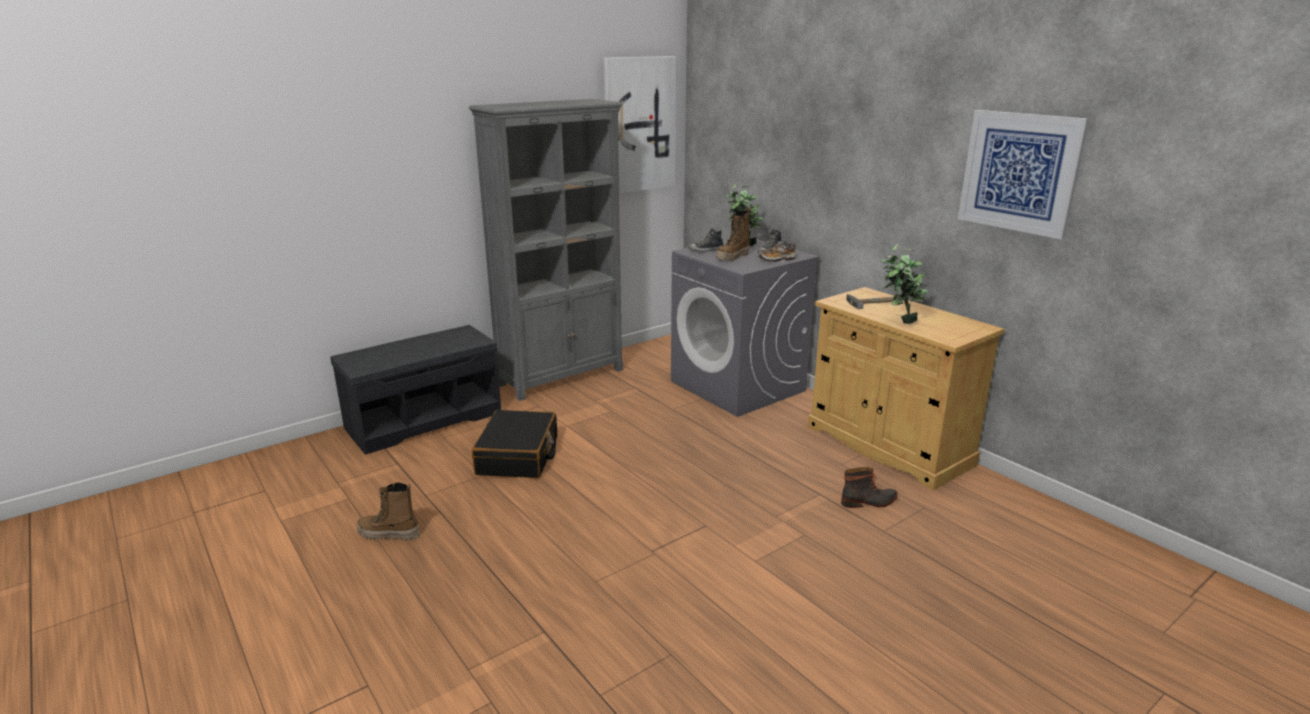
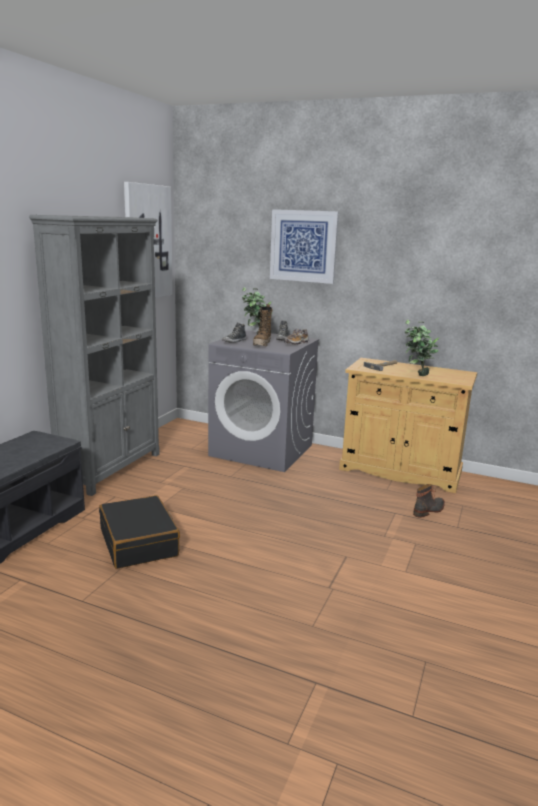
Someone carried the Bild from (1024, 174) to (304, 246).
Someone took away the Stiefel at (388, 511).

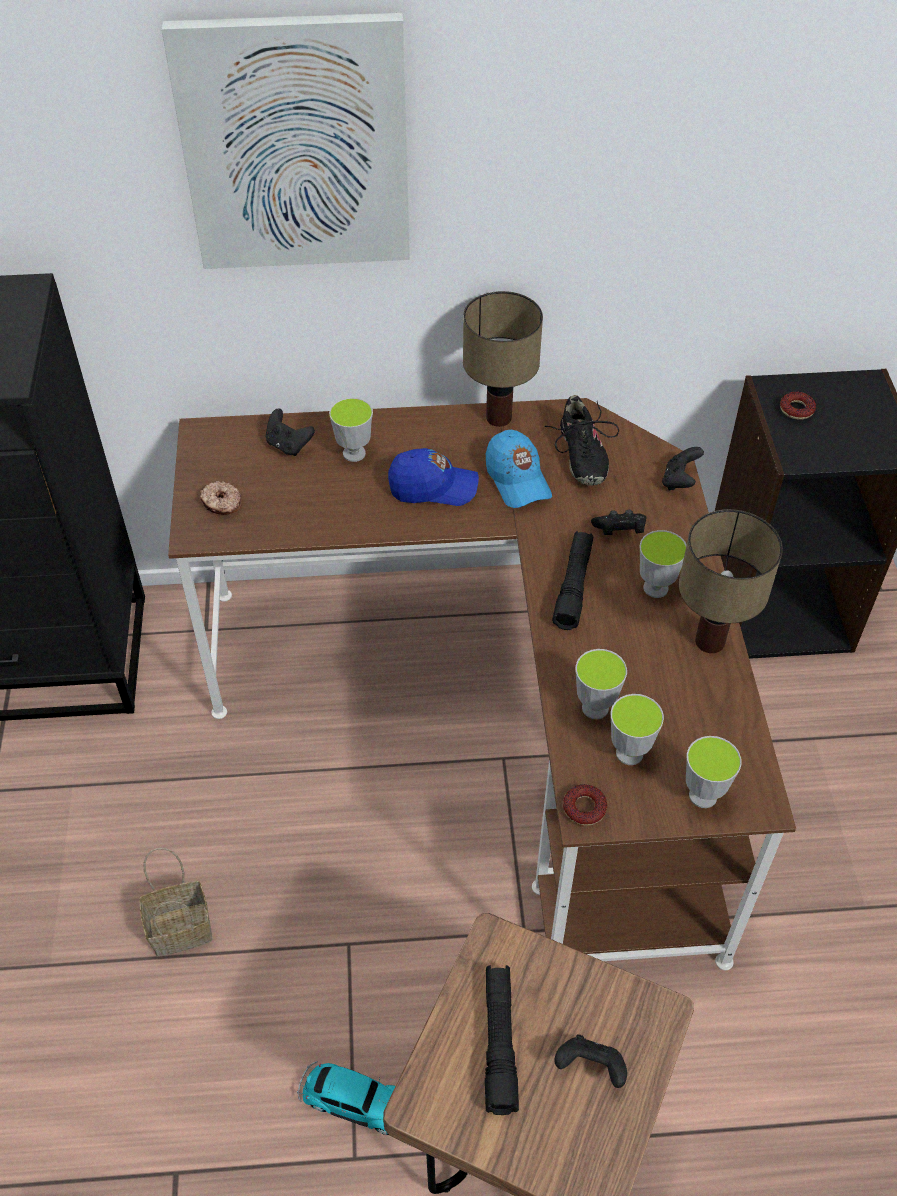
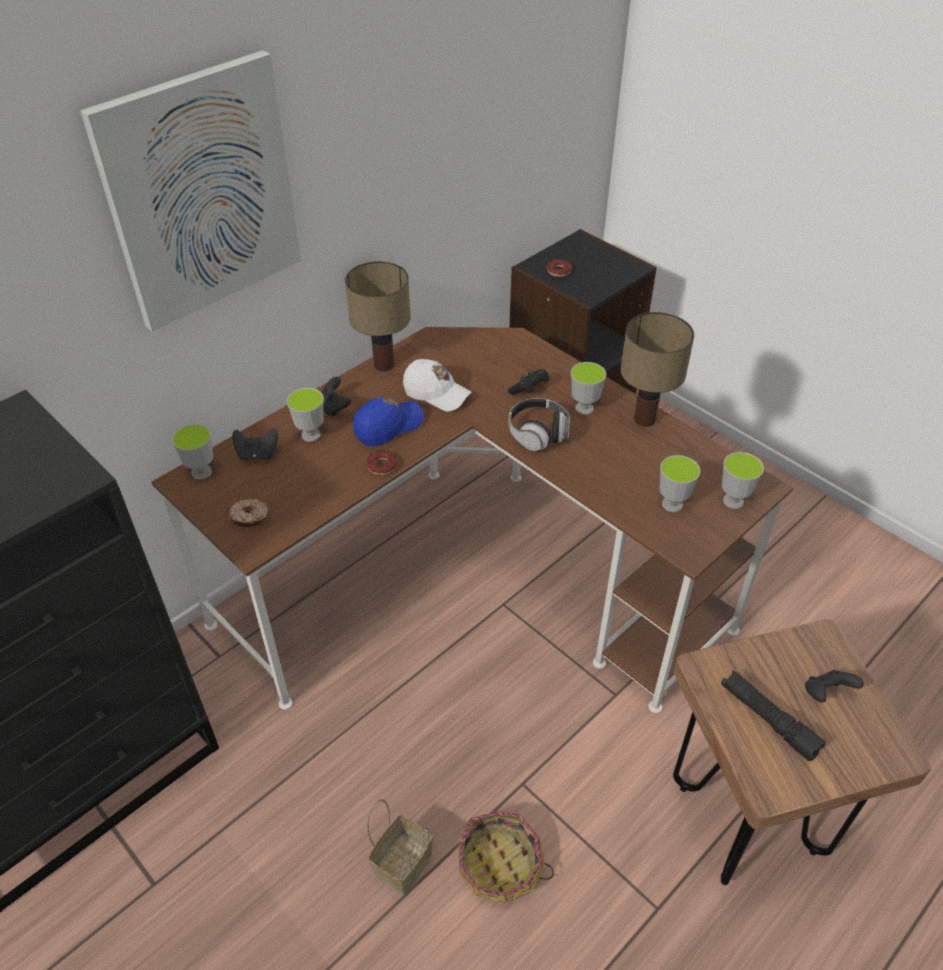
Someone took away the Schuh [schwarz] at (582, 440).
Someone repainted the Kappe [blau] at (519, 469), which became the Kappe [weiß] at (437, 385).
Someone carried the Gamepad [schwarz] from (683, 469) to (336, 397).
Someone swapped the Taschenlampe [schwarz] at (572, 580) for the Kopfhörer at (539, 424).
Someone carried the Tasse from (601, 684) to (192, 452).
Someone carried the Donut from (585, 804) to (381, 462).
Someone took away the Spielzeugauto at (346, 1098).
Someone put down the Korb at (506, 857).

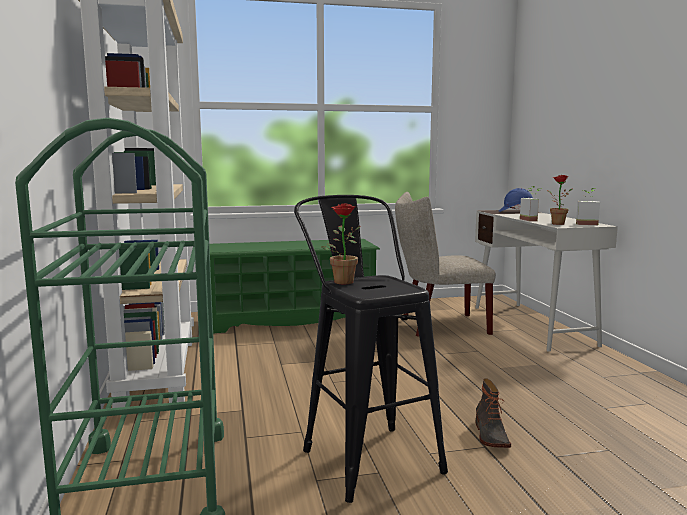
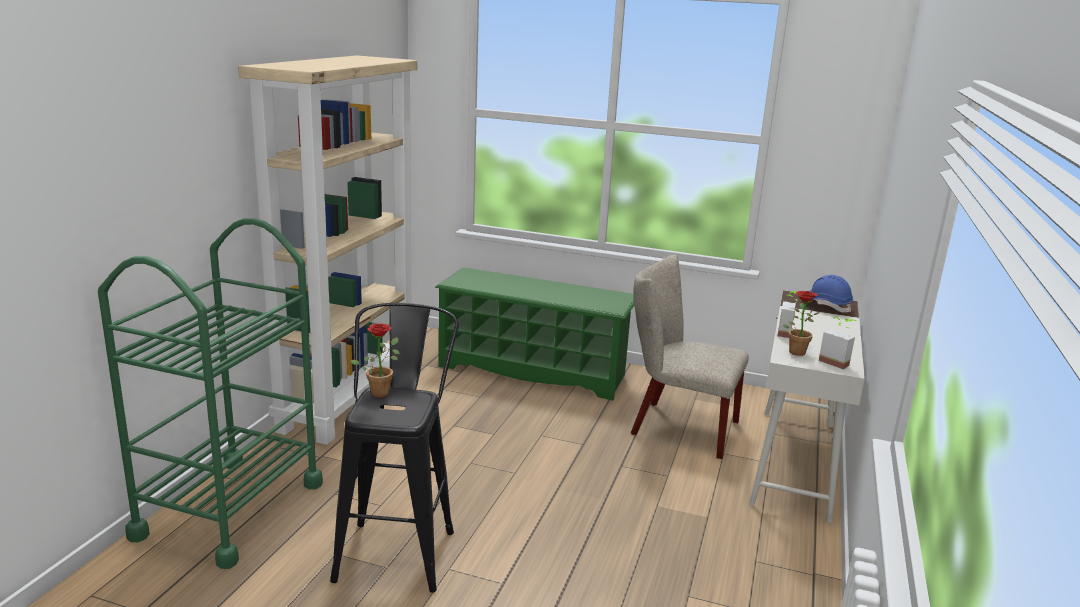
Someone took away the Stiefel at (493, 413).

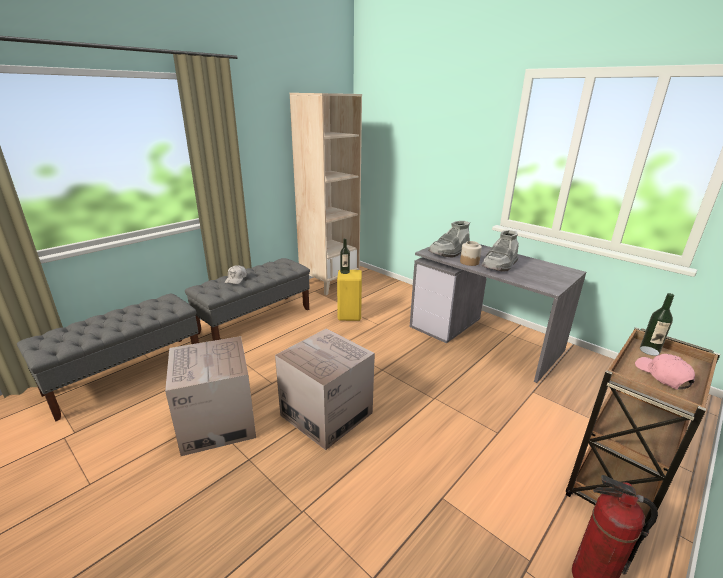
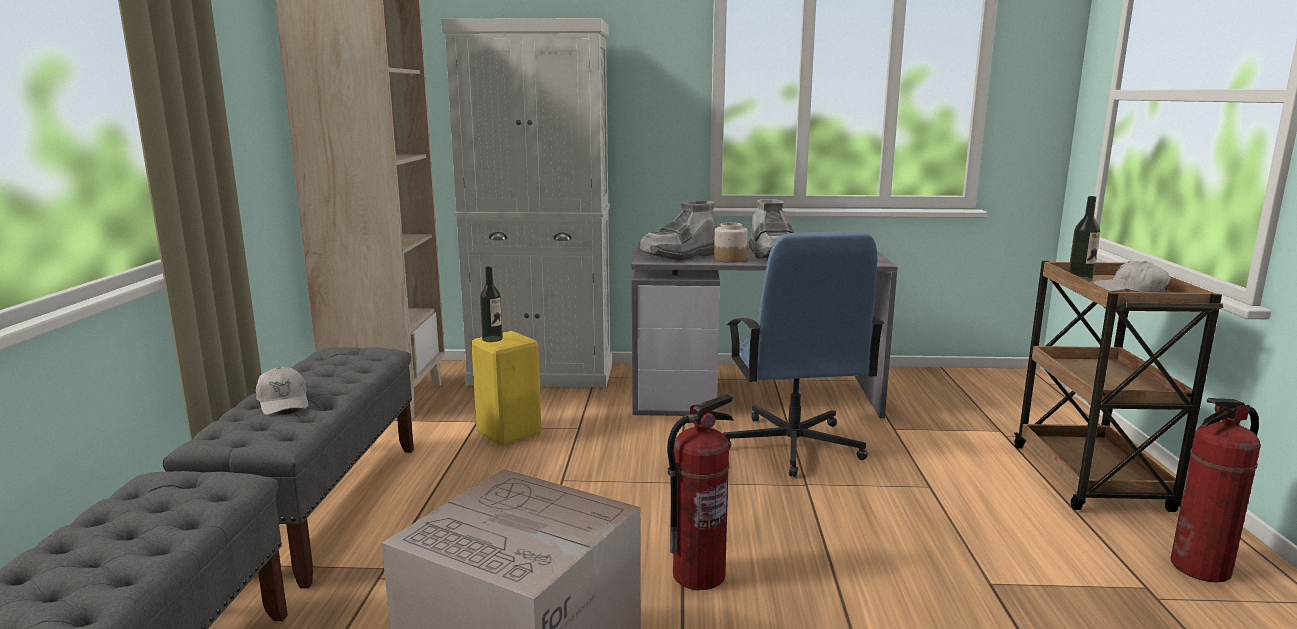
Someone rotated the Stiefel [grau] at (449, 239) by 45 degrees clockwise.
Someone swapped the Karton at (325, 389) for the Feuerlöscher at (700, 492).
Someone repainted the Kappe [rosa] at (665, 372), which became the Kappe [weiß] at (1132, 276).
Someone put down the Schrank [weiß] at (526, 203).
Someone put down the Bürostuhl [blau] at (803, 354).

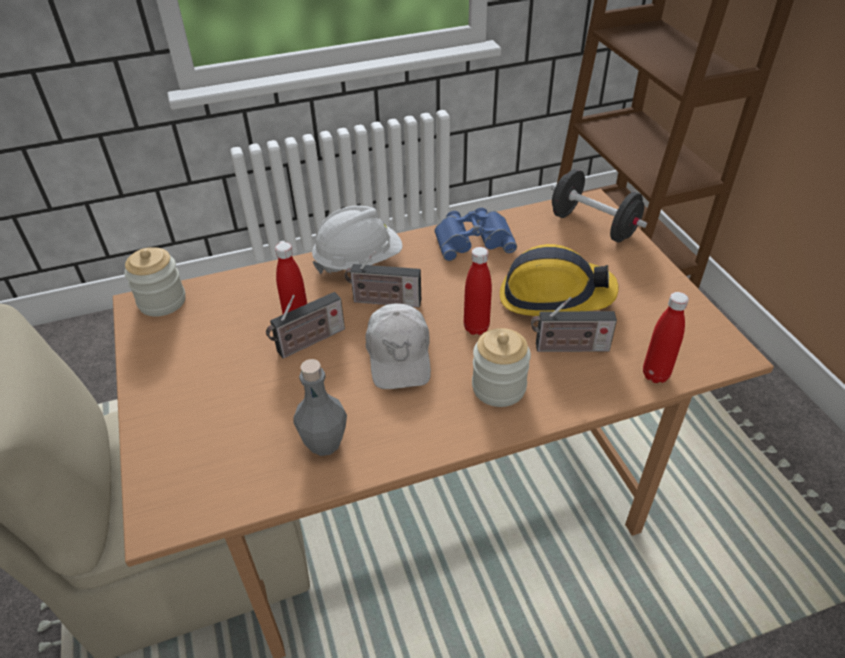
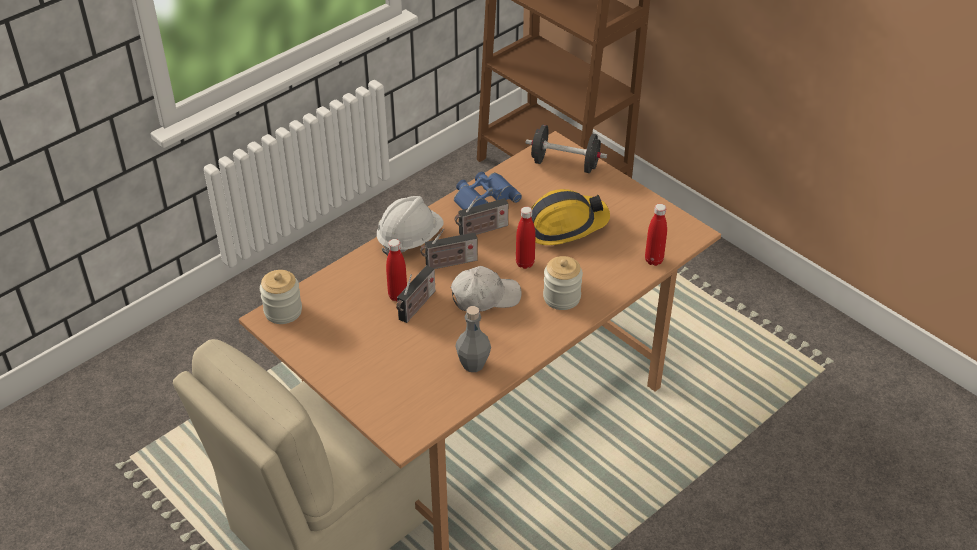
Someone carried the Radio from (574, 324) to (481, 215).
Someone rotated the Kappe [weiß] at (398, 346) by 75 degrees counterclockwise.

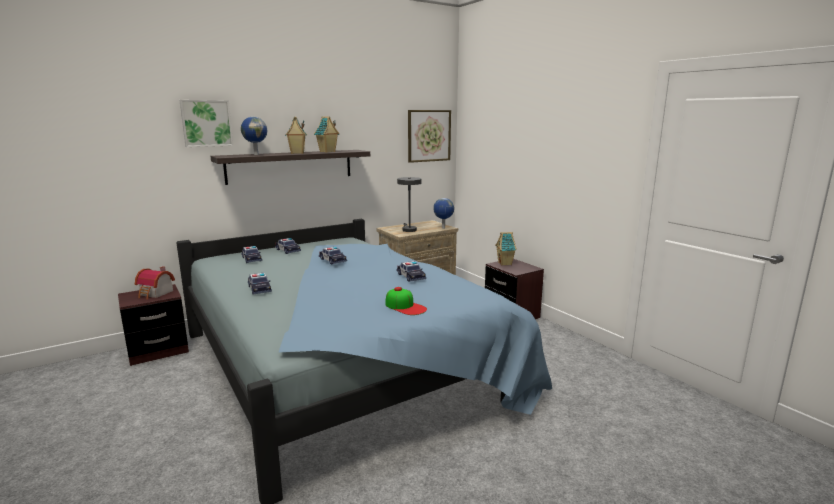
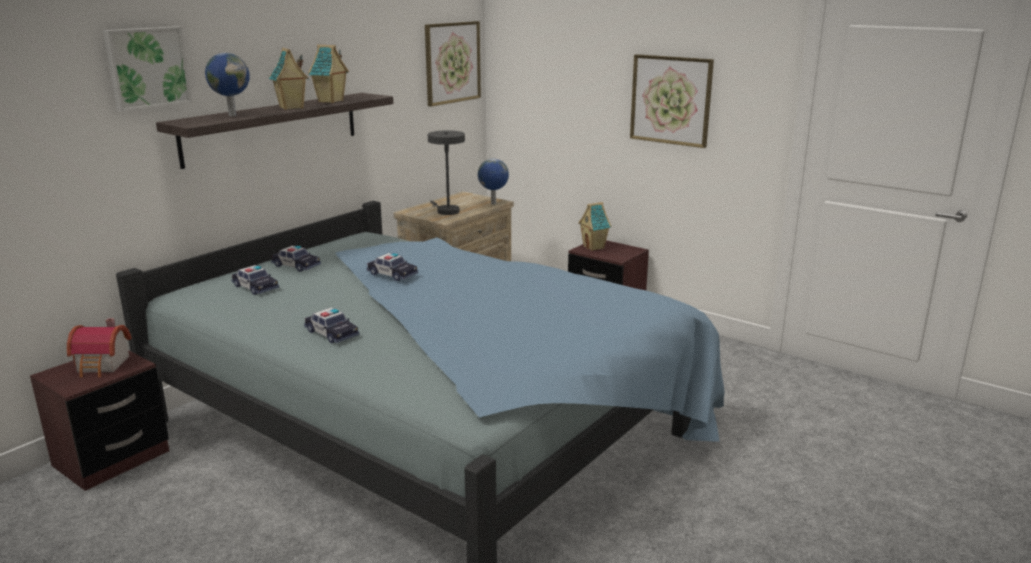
Someone took away the Spielzeugauto at (411, 271).
Someone took away the Kappe at (406, 301).
Someone put up the Bild at (672, 101).

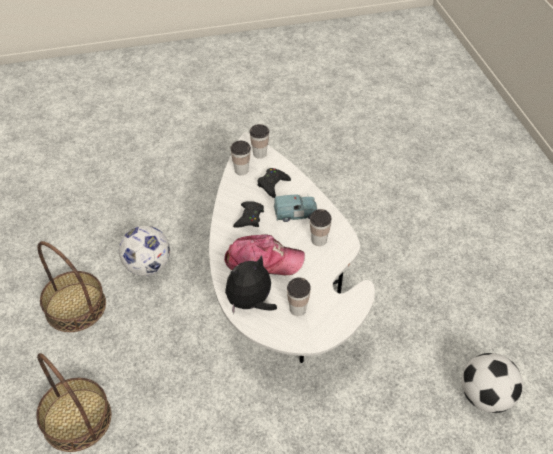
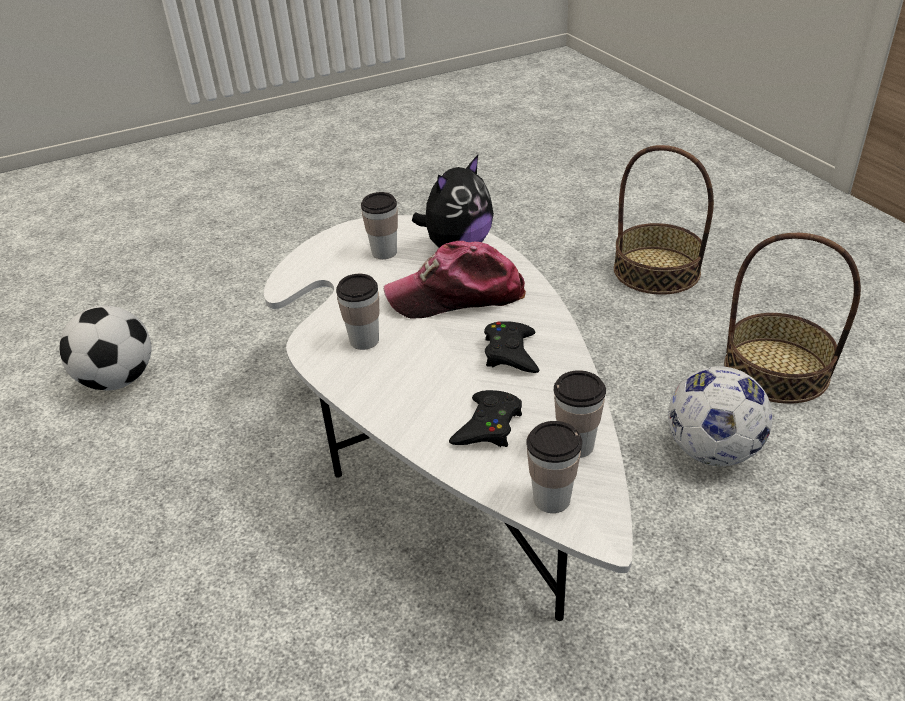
Someone took away the Spielzeugauto [blau] at (295, 208).

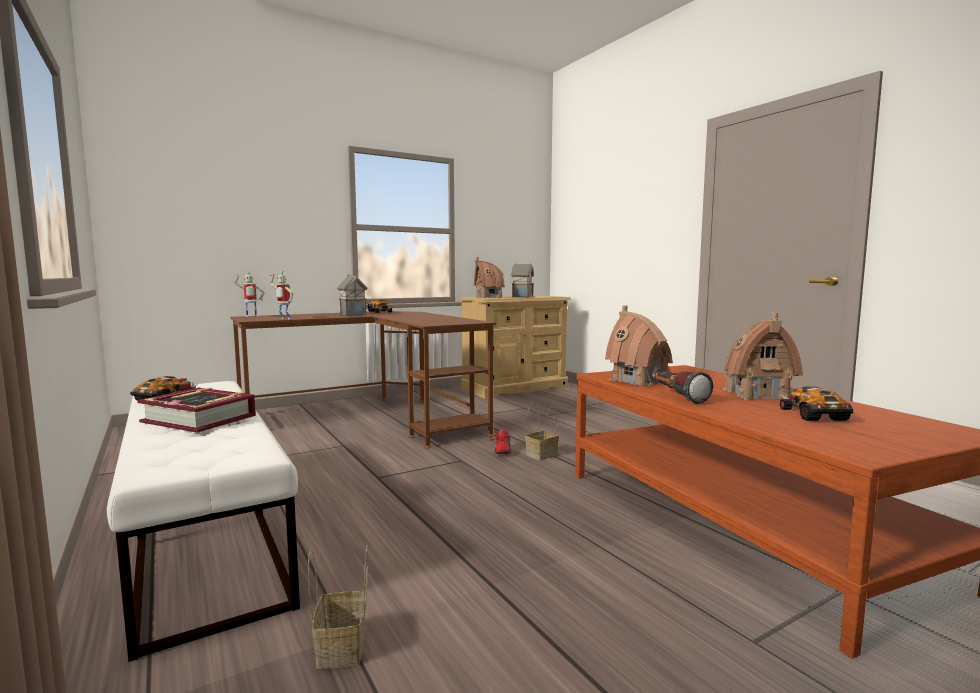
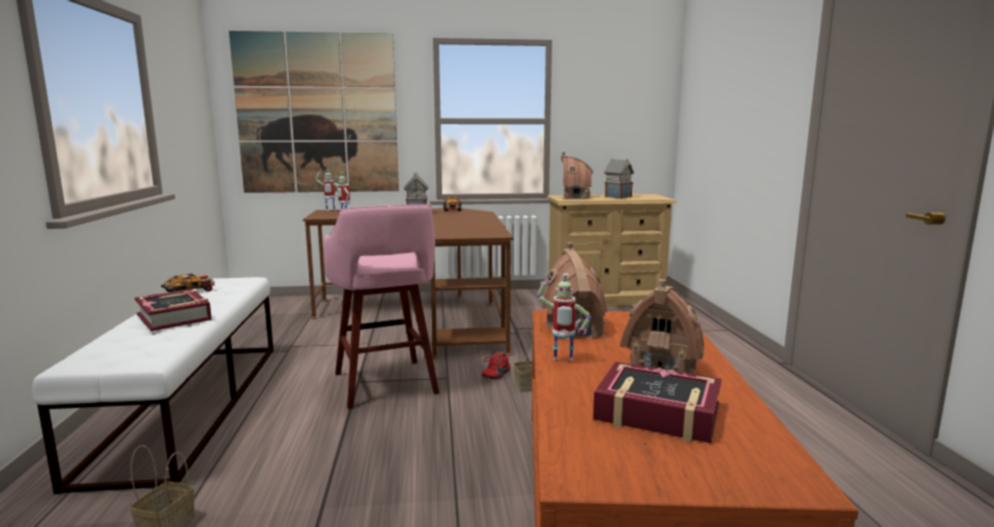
Someone swapped the Taschenlampe at (684, 387) for the Spielzeugroboter at (564, 317).
Someone swapped the Spielzeugauto at (816, 404) for the Buch at (657, 402).
Someone put up the Bild at (314, 112).
Someone put down the Hocker [rosa] at (381, 306).

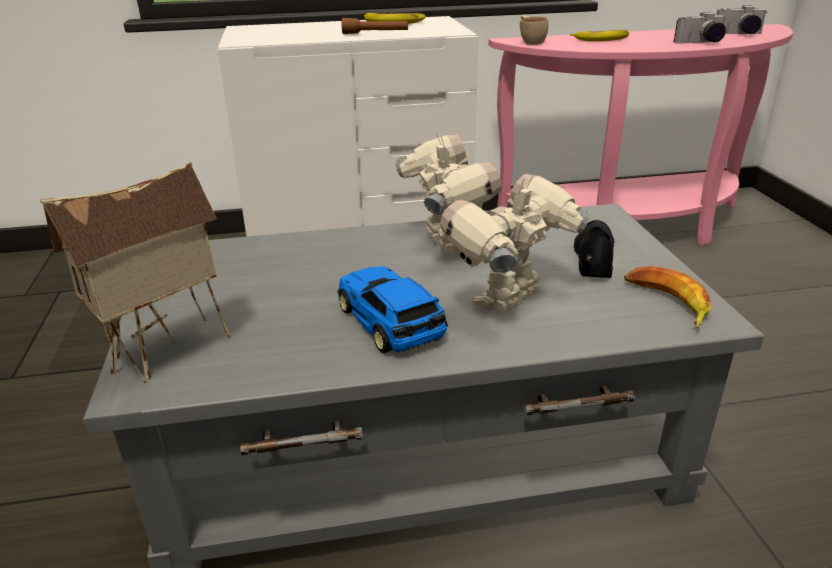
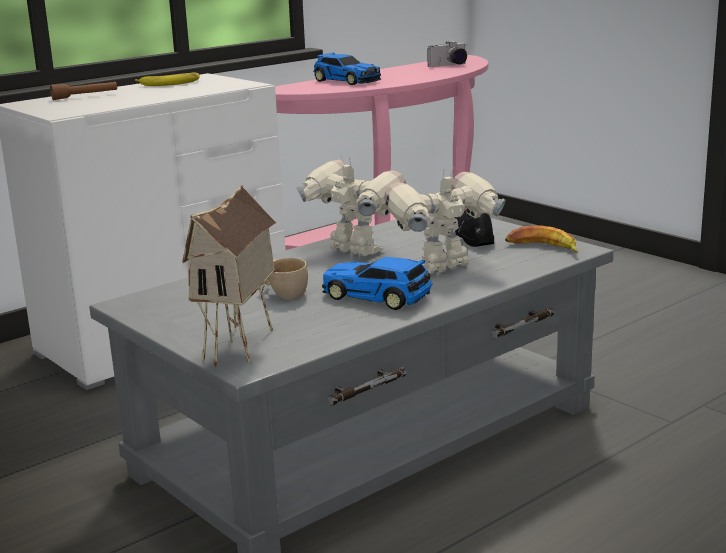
Someone took away the Kamera at (700, 28).
Someone carried the Tasse [beige] from (534, 30) to (287, 279).
Someone carried the Taschenlampe [braun] from (374, 26) to (83, 91).
Someone swapped the Banane at (599, 35) for the Spielzeugauto at (347, 68).
Someone rotated the Spielzeugroboter at (515, 244) by 45 degrees clockwise.

